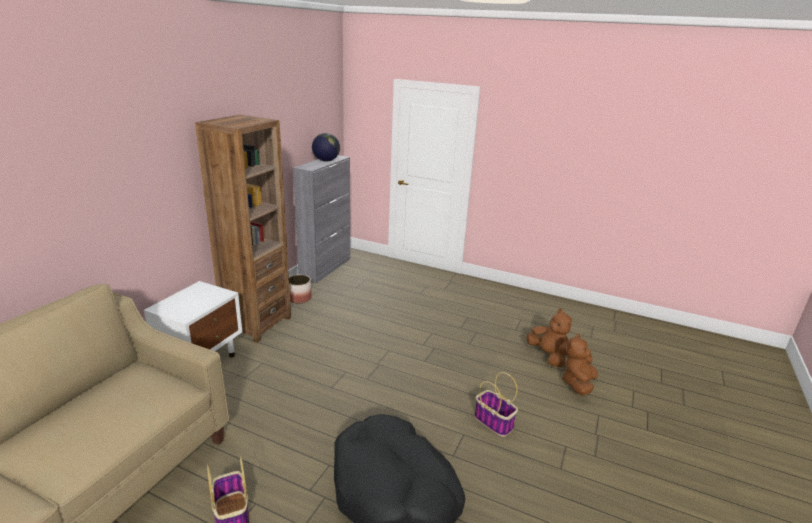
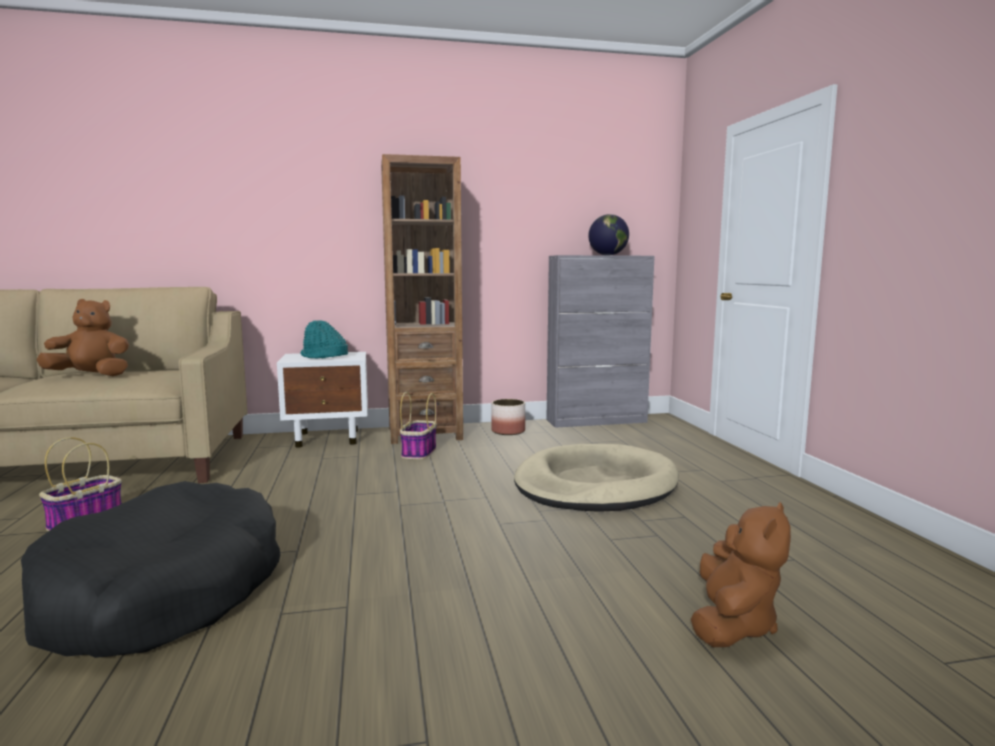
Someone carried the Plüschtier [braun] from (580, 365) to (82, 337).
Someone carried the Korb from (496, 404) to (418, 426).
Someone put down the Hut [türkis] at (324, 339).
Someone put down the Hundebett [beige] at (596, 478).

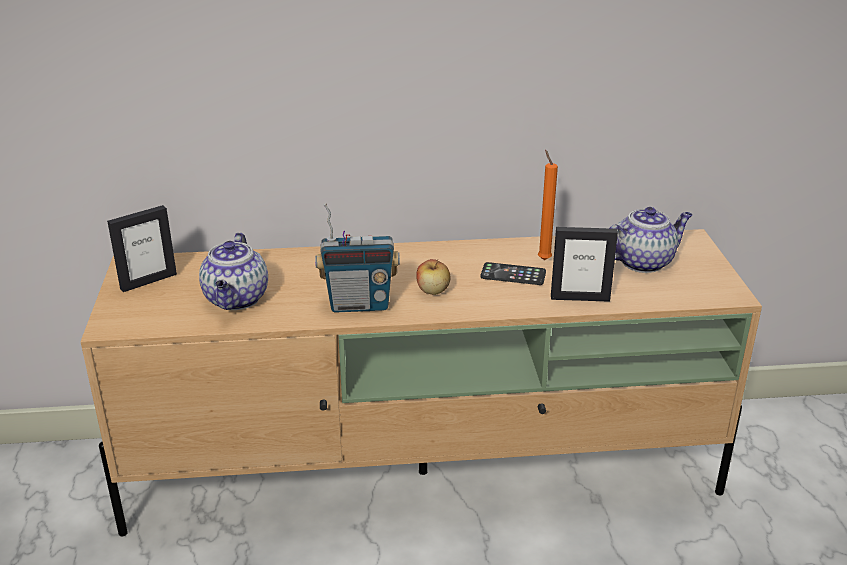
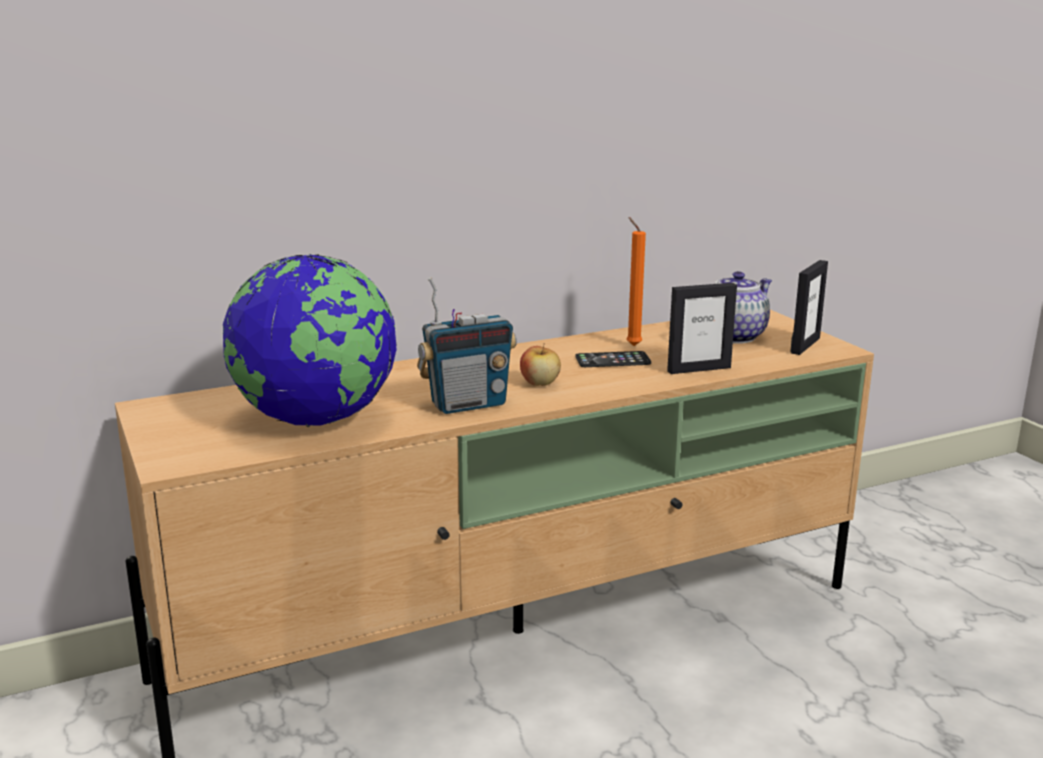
Someone carried the Bilderrahmen from (142, 248) to (809, 307).
Someone swapped the Teekanne at (233, 271) for the Globus at (310, 340).

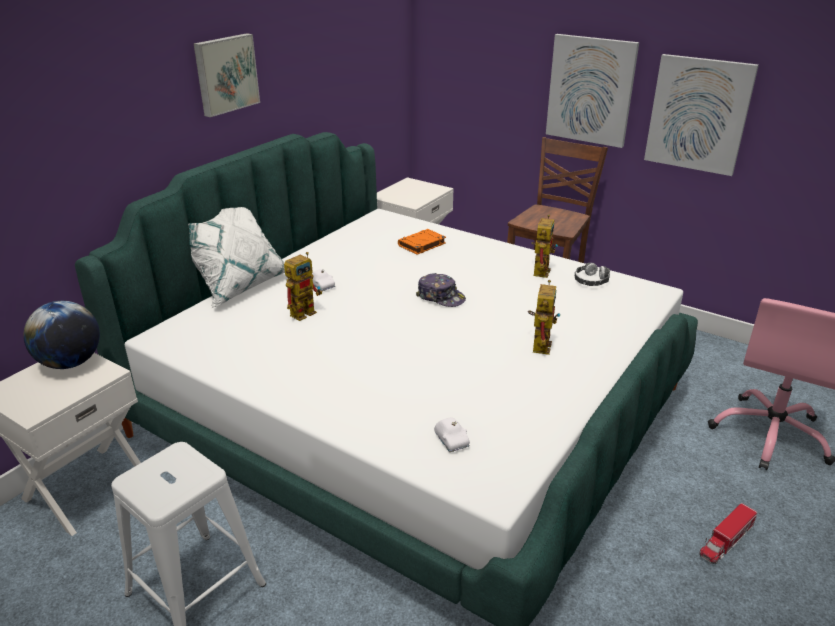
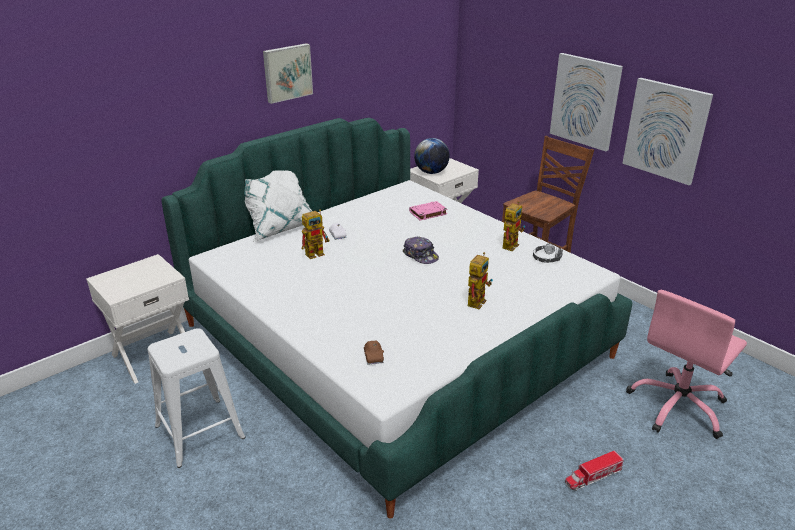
Someone repainted the Buch [orange] at (422, 242), which became the Buch [rosa] at (428, 210).
Someone carried the Globus from (61, 335) to (432, 156).
Someone repainted the Spielzeugauto [weiß] at (452, 434), which became the Spielzeugauto [braun] at (374, 352).

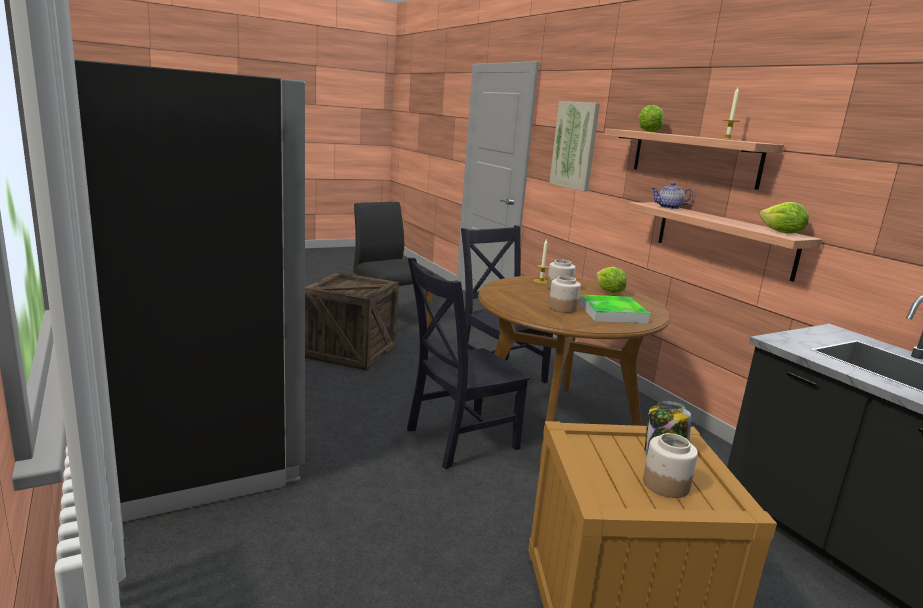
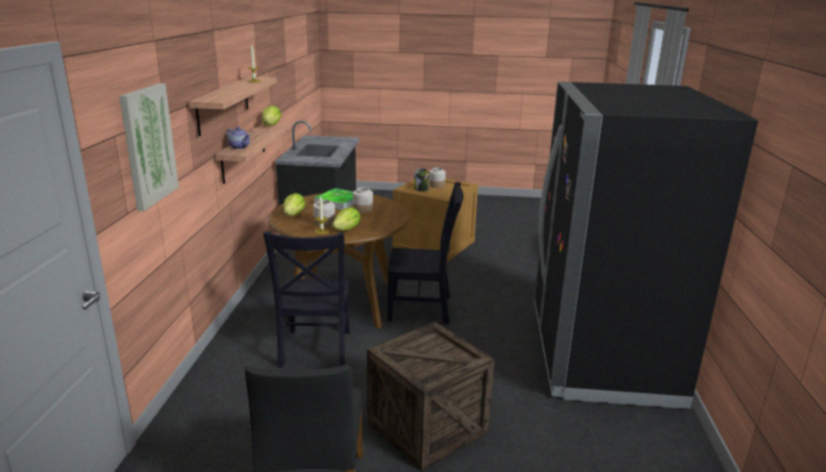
Someone carried the Salatkopf from (651, 118) to (346, 219).

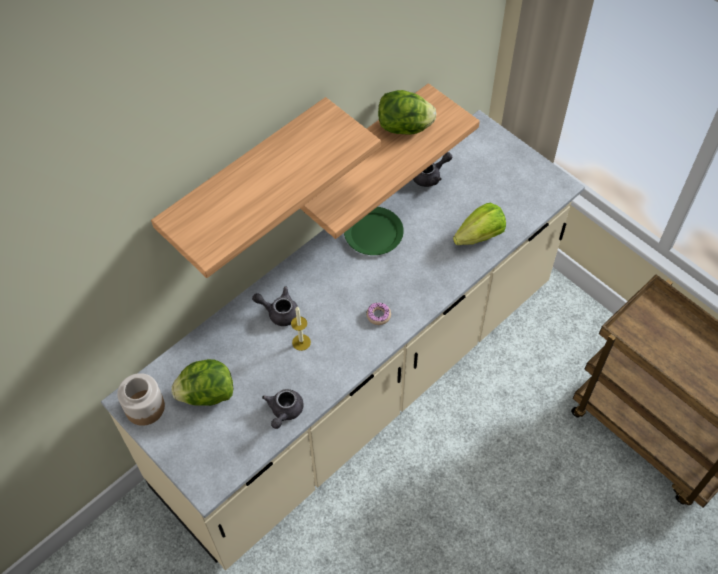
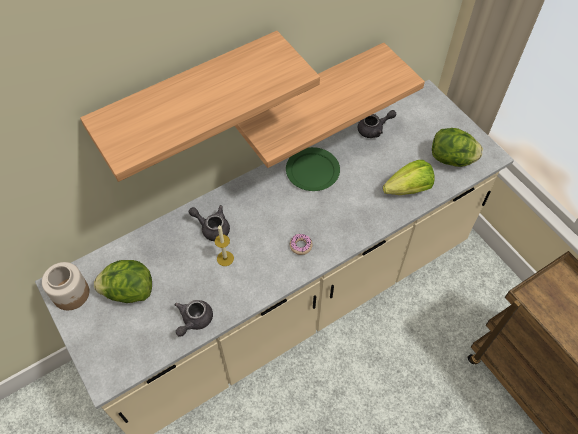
Someone carried the Salatkopf from (407, 112) to (457, 147).

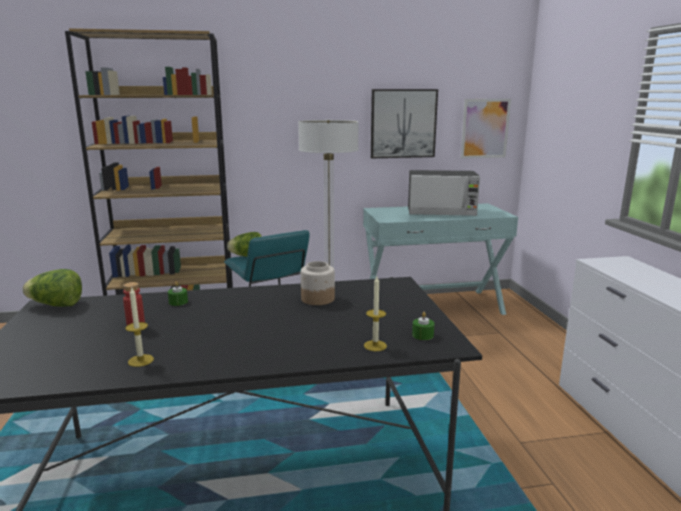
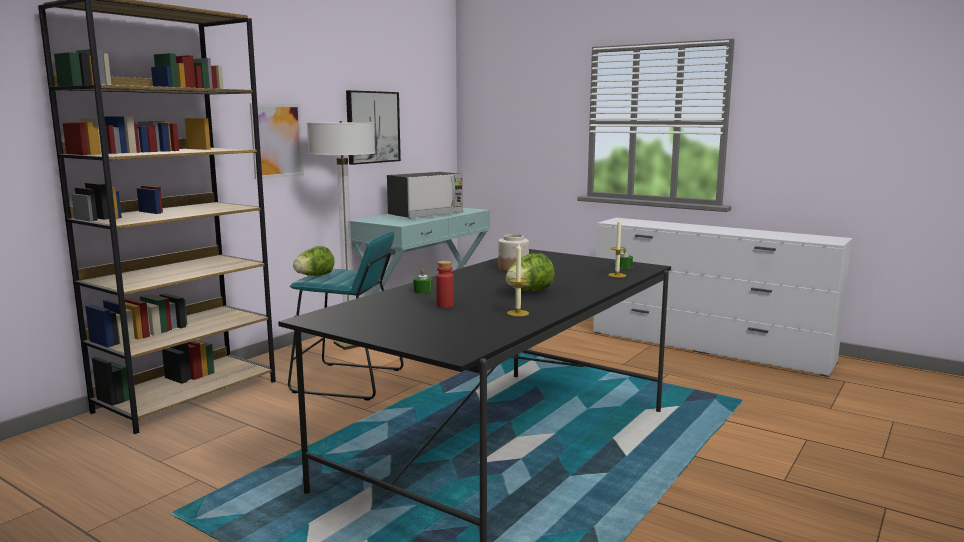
Someone carried the Bild from (486, 129) to (277, 141).
Someone carried the Salatkopf from (52, 288) to (530, 272).

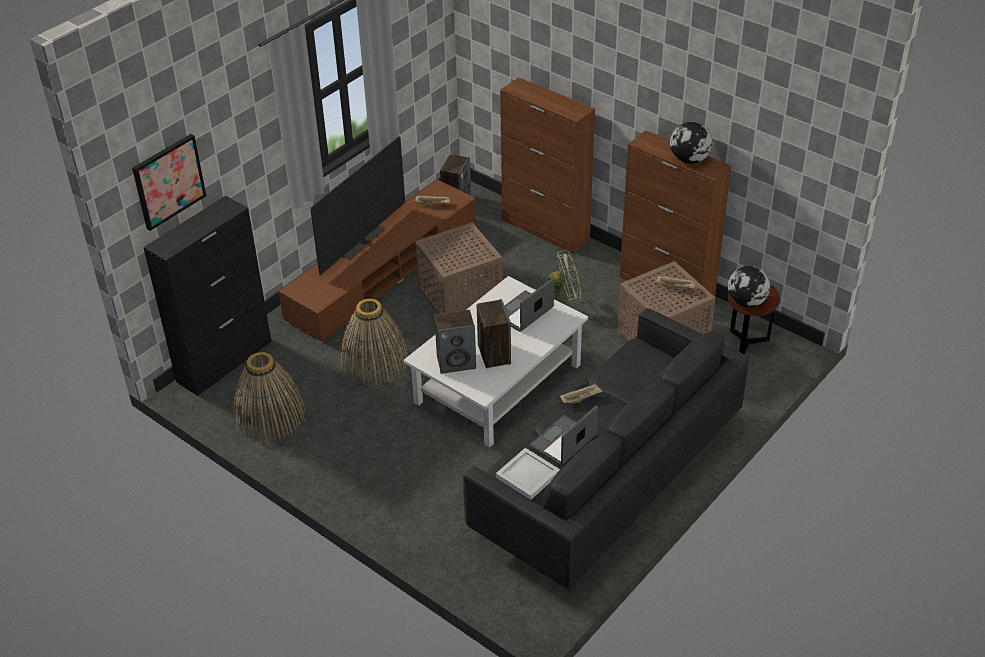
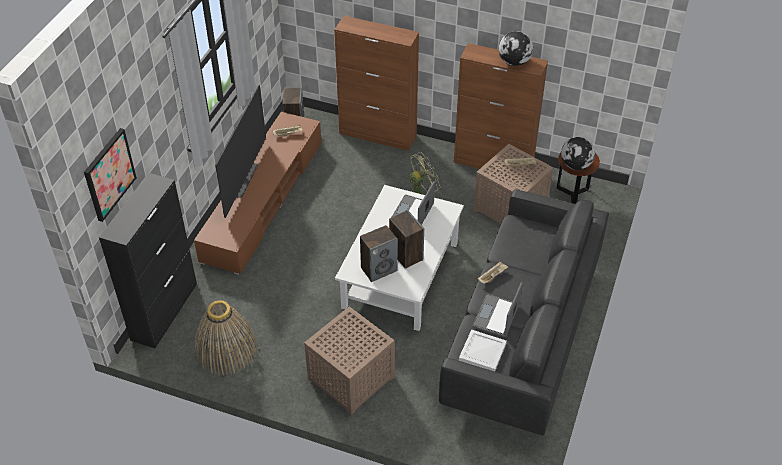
Someone carried the Beistelltisch [braun] from (459, 268) to (349, 360).
Someone took away the Korb at (374, 342).

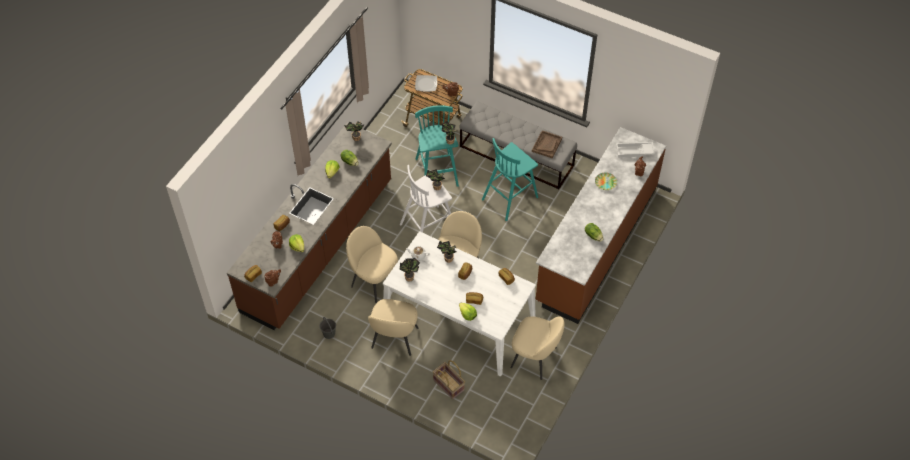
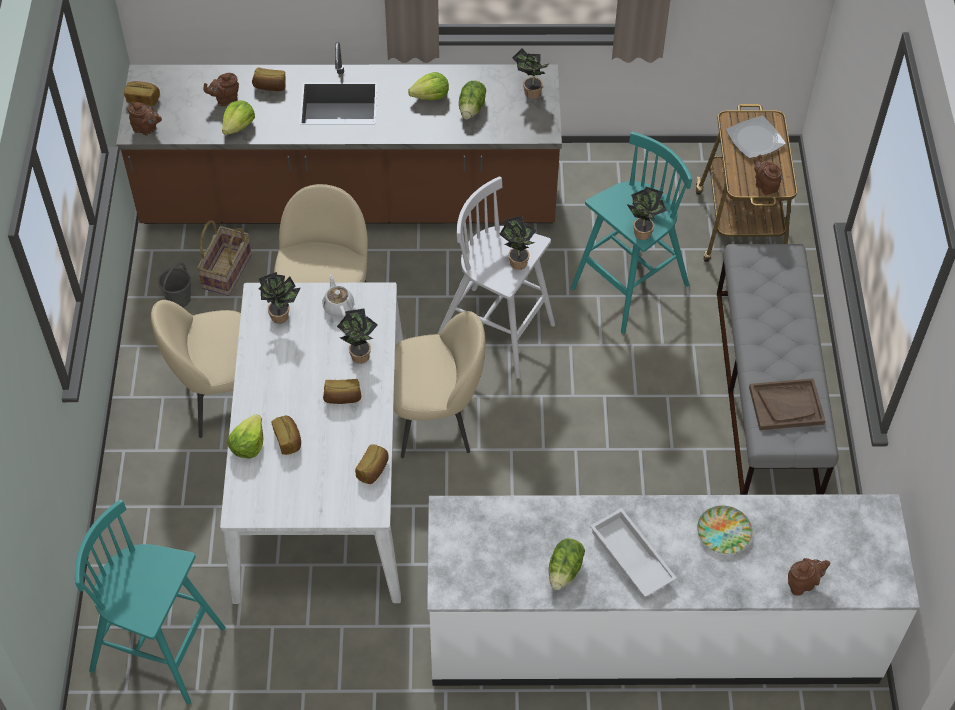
Someone repainted the Küchenzeile [braun] at (601, 225), which became the Küchenzeile [weiß] at (673, 590).
Someone carried the Hocker [türkis] from (510, 179) to (150, 601).
Someone carried the Tablett [weiß] from (635, 150) to (633, 552).
Someone took away the Stuhl [beige] at (538, 348).
Someone carried the Korb from (449, 379) to (224, 258).

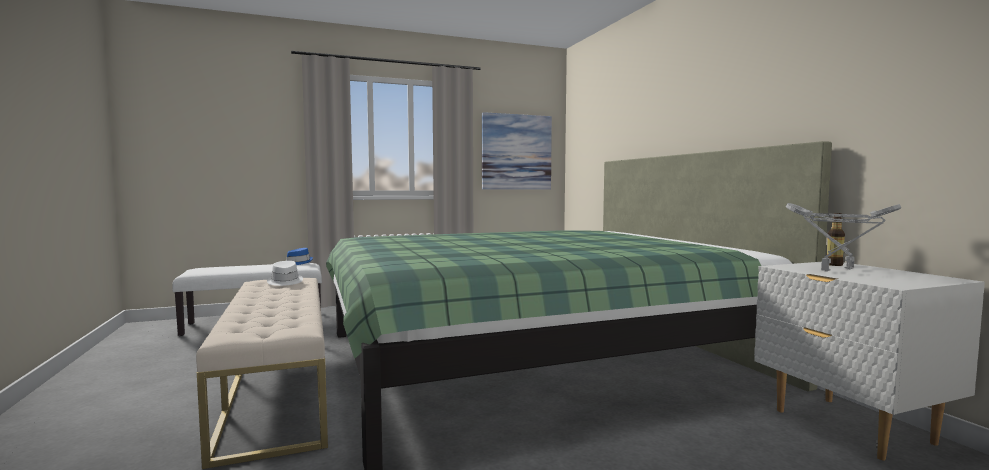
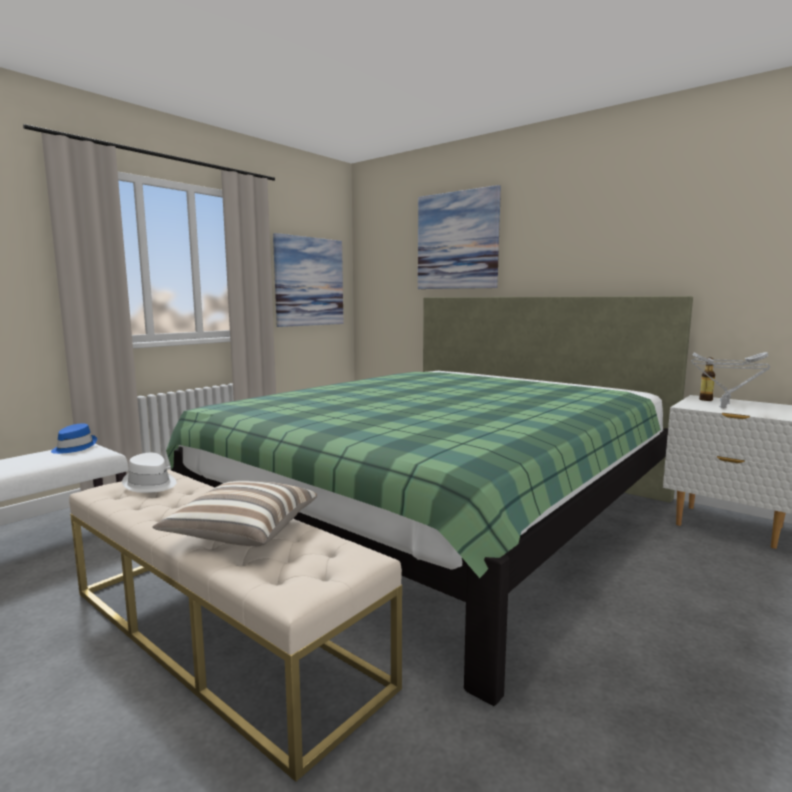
Someone put up the Bild at (459, 237).
Someone put down the Kissen at (235, 513).

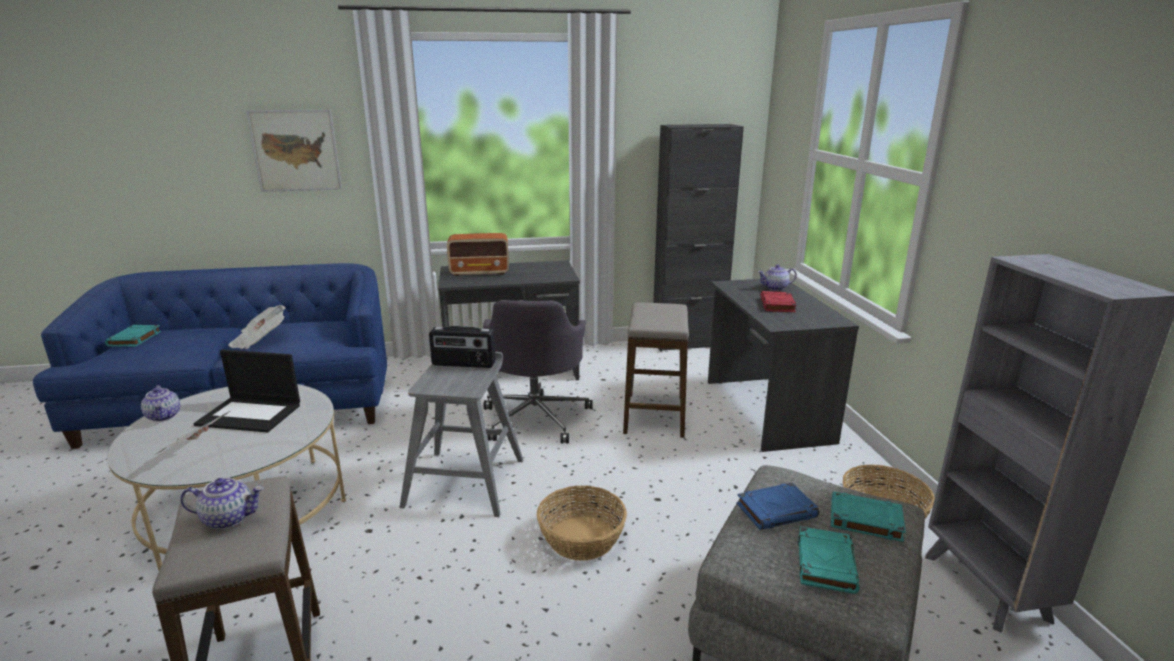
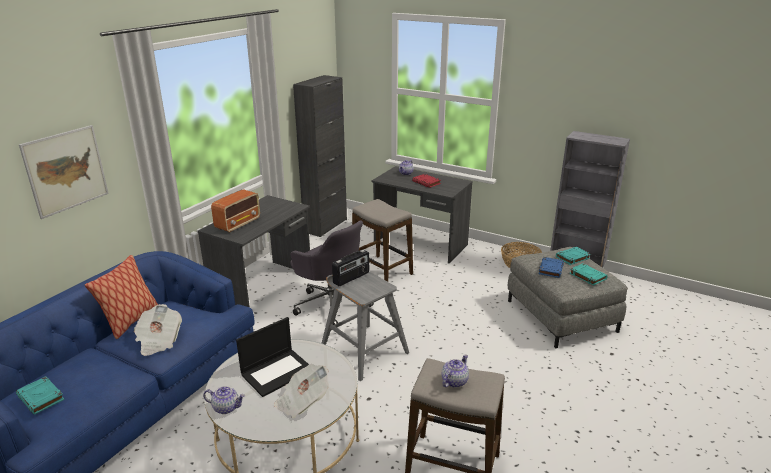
Someone took away the Korb at (582, 523).
Someone put down the Kissen at (121, 297).

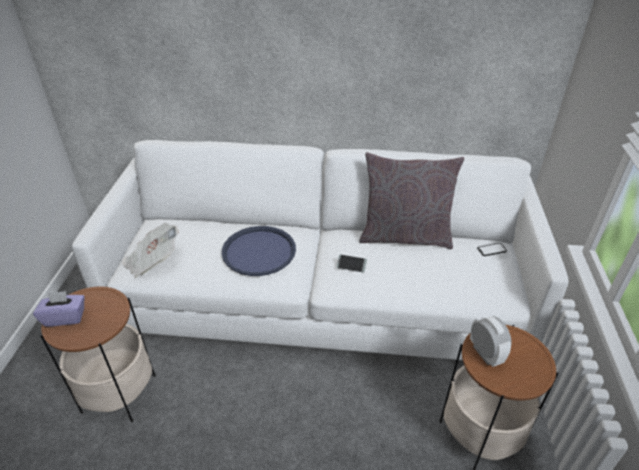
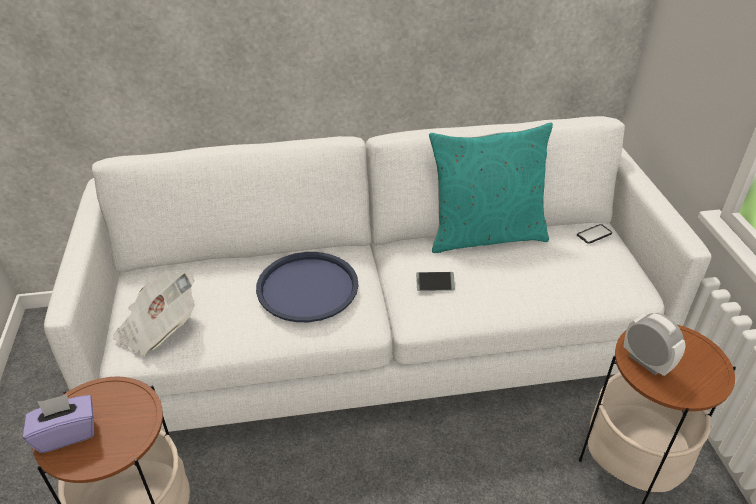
Someone repainted the Kissen [grau] at (411, 200), which became the Kissen [türkis] at (491, 187).

